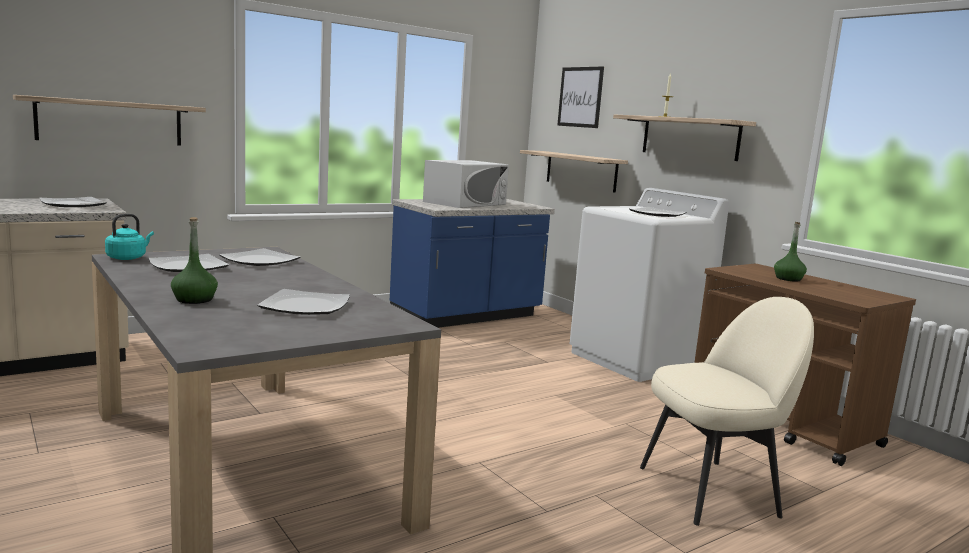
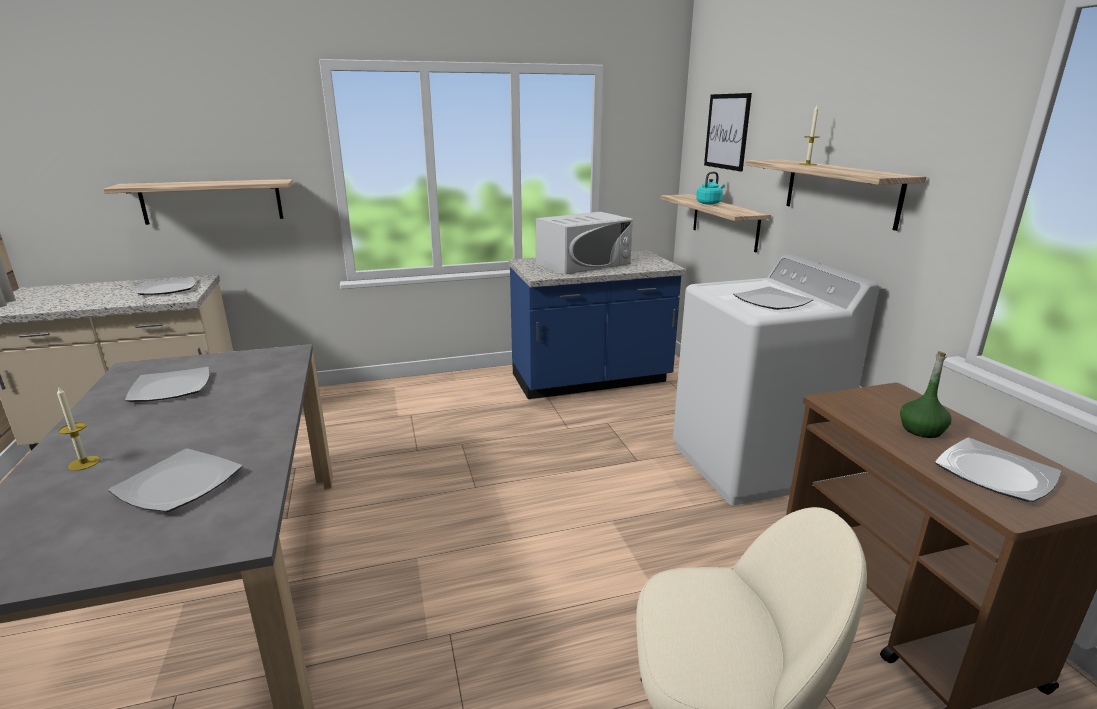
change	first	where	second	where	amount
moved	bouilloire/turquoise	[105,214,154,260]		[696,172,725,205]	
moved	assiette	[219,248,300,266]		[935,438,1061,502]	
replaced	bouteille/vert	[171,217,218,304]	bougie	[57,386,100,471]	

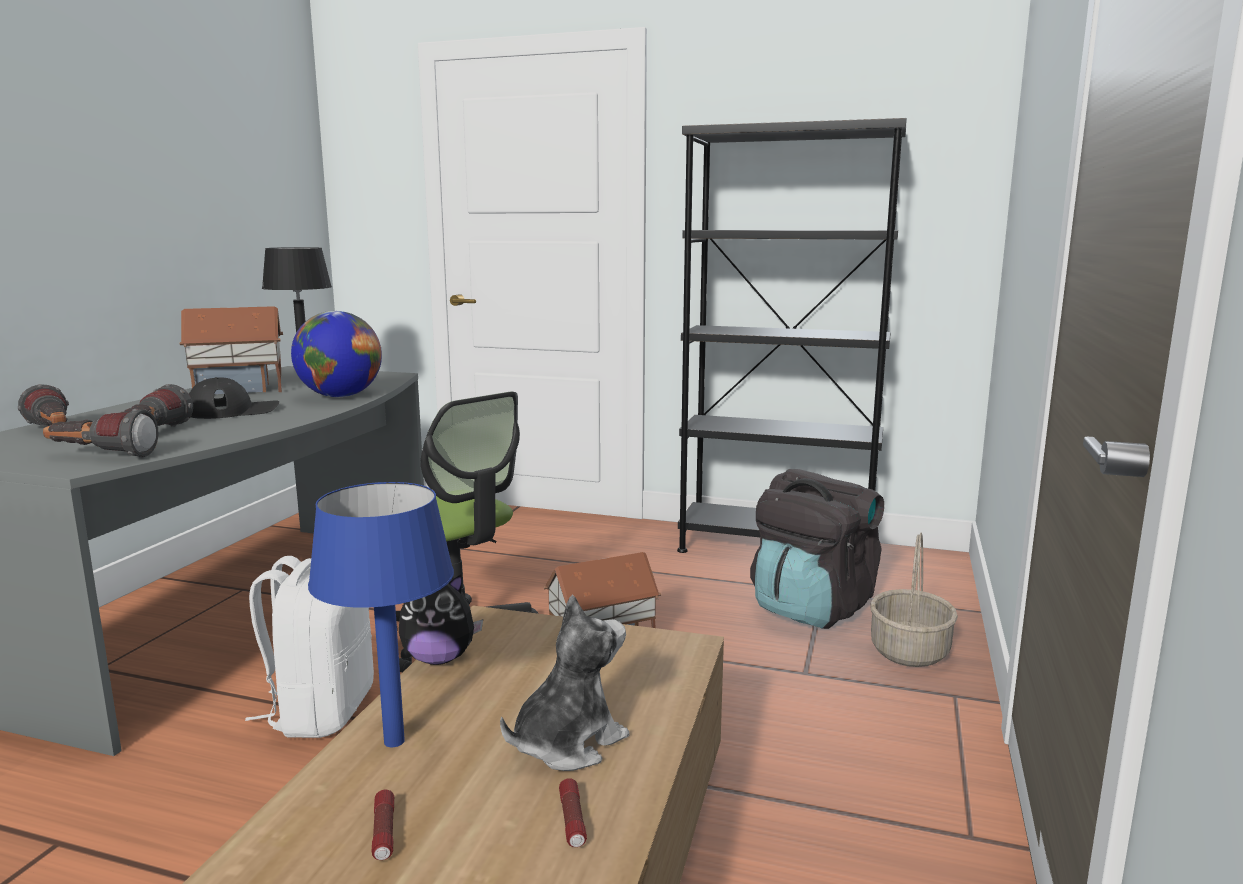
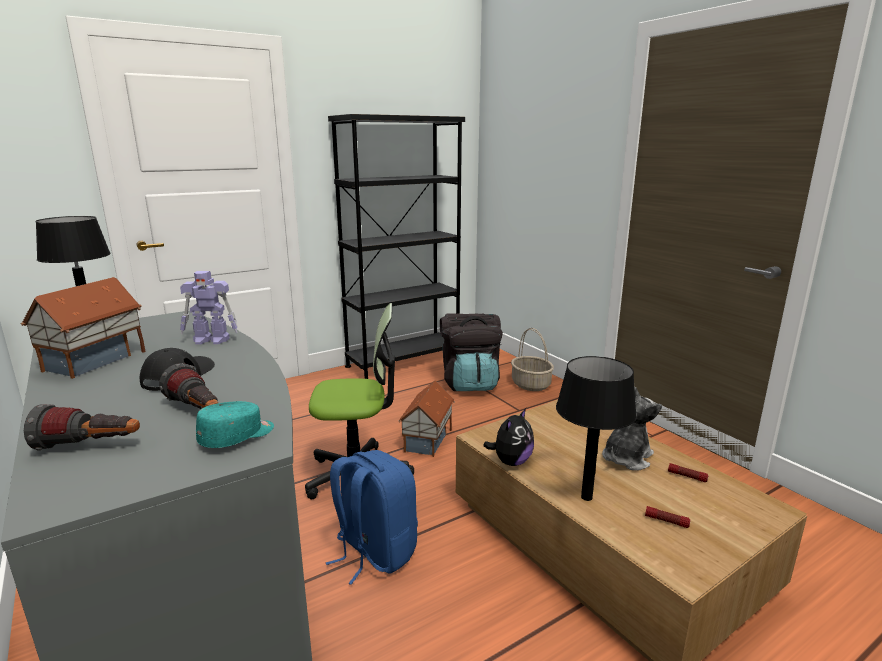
change	first	where	second	where	amount
replaced	lampe de poche	[43,409,158,458]	casquette/turquoise	[196,401,274,448]	
replaced	globe	[291,311,382,397]	robot jouet	[180,271,238,345]	
recoloured	sac à dos/blanc	[245,556,374,738]	sac à dos/bleu	[326,450,418,585]	
recoloured	lampe de table/bleu	[308,482,454,747]	lampe de table/noir	[556,356,637,501]	
turned	peluche	[500,595,629,771]		[602,386,662,471]	45 degrees clockwise

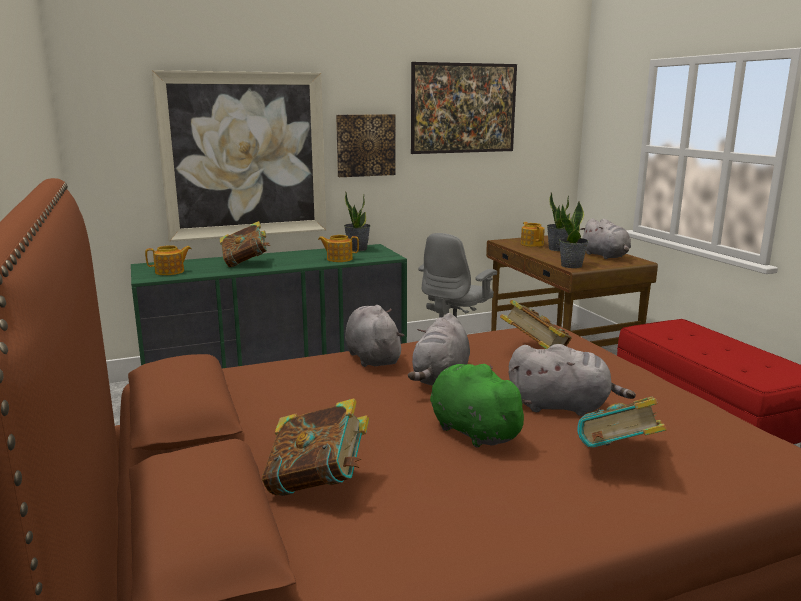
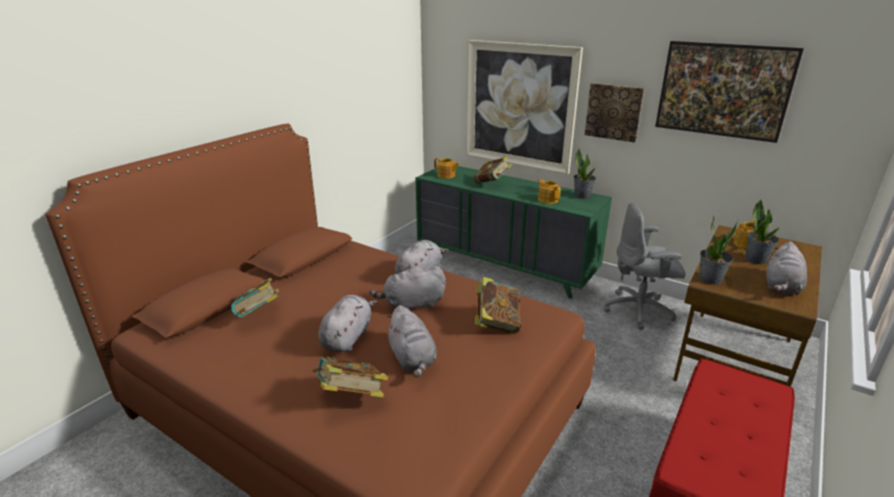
change	first	where	second	where	amount
recoloured	peluche/vert	[430,364,532,448]	peluche/gris	[318,295,377,352]	

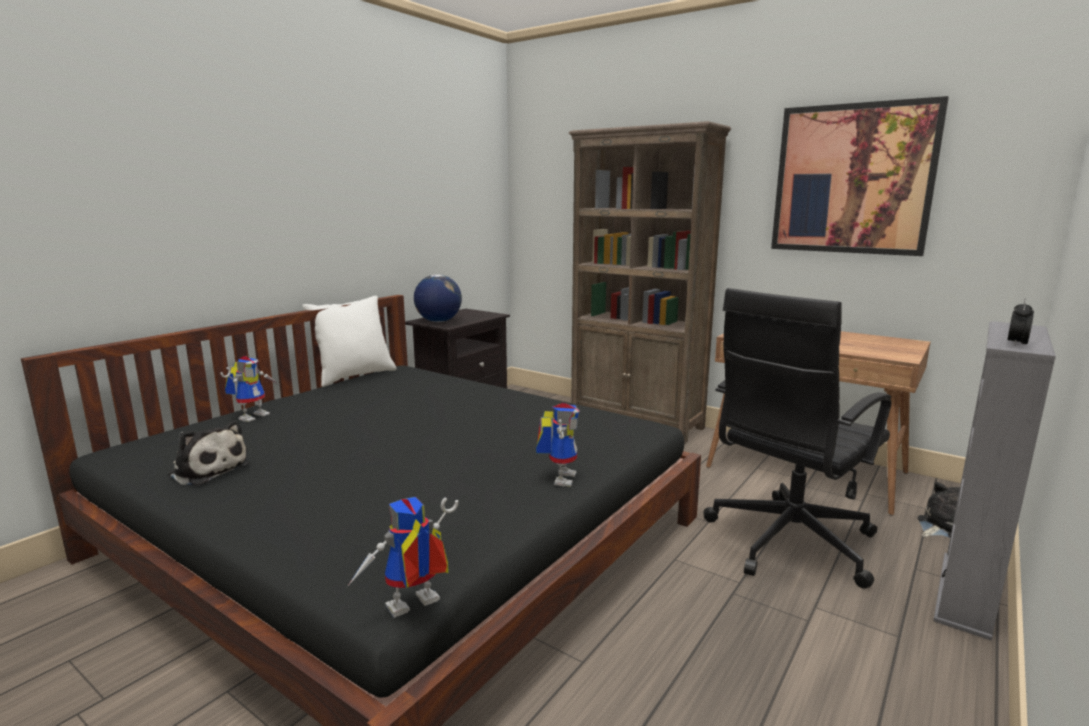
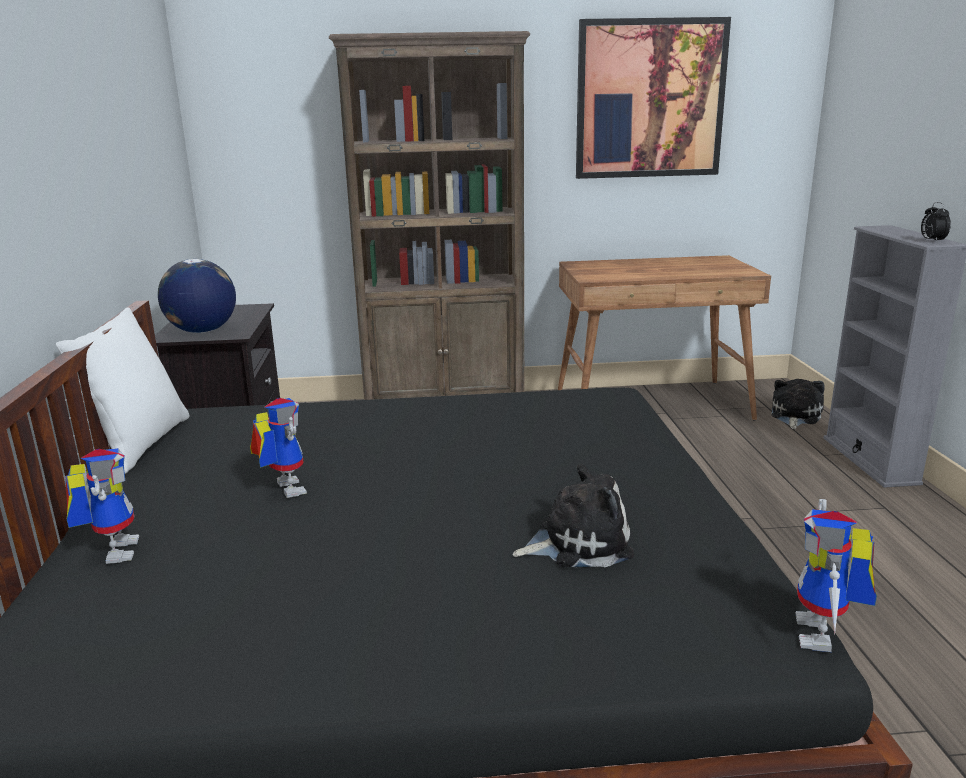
change	first	where	second	where	amount
removed	chaise de bureau/noir	[703,288,892,588]			
moved	peluche	[168,420,250,486]		[512,464,634,567]	
moved	robot jouet	[536,403,580,487]		[250,398,307,498]	

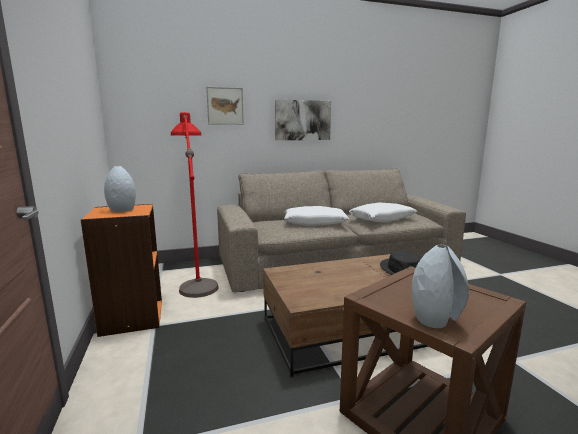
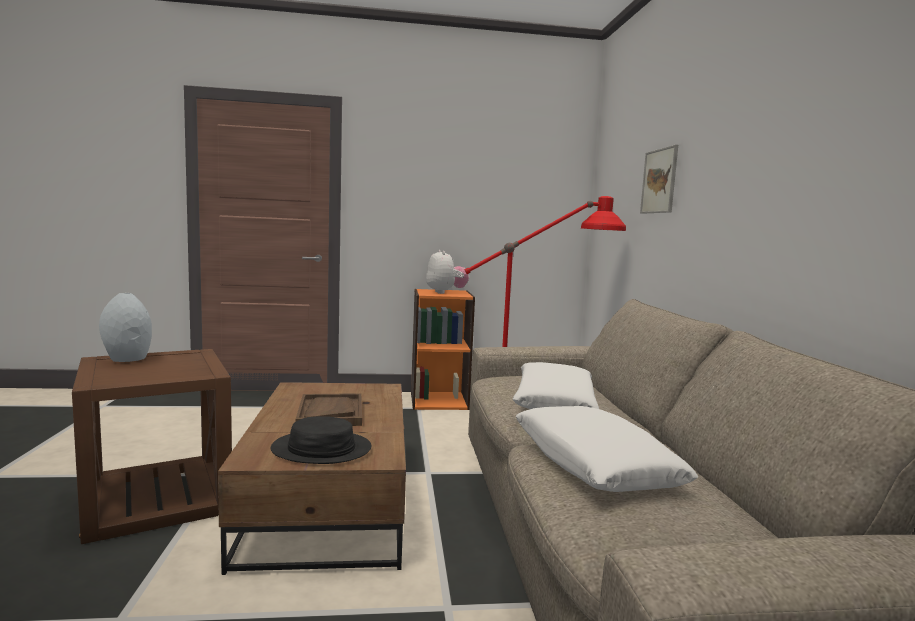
change	first	where	second	where	amount
removed	tableau	[275,99,331,140]			
added			plateau/marron	[295,393,362,426]	
replaced	vase/gris	[104,166,136,212]	peluche	[426,250,469,294]	

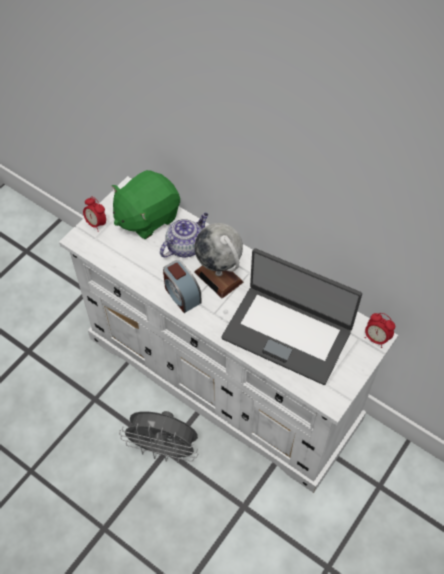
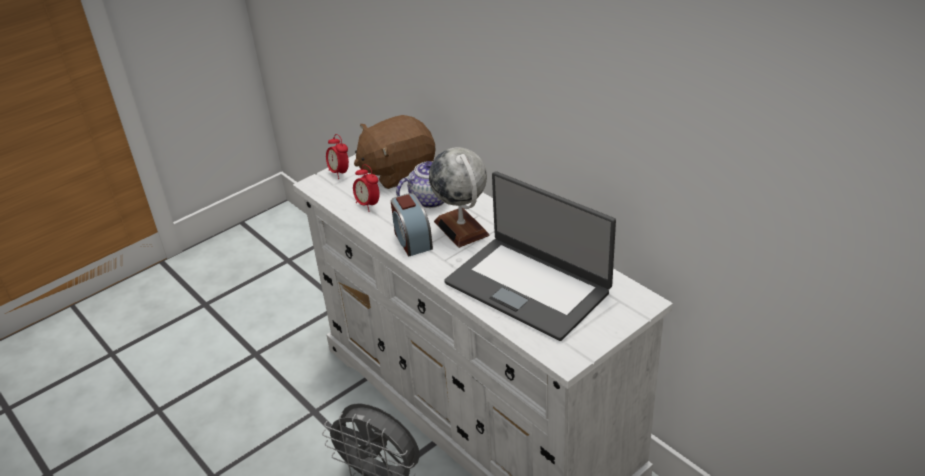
change	first	where	second	where	amount
moved	réveil	[364,313,395,348]		[353,164,380,212]	
recoloured	peluche/vert	[112,170,180,239]	peluche/marron	[354,115,435,189]	

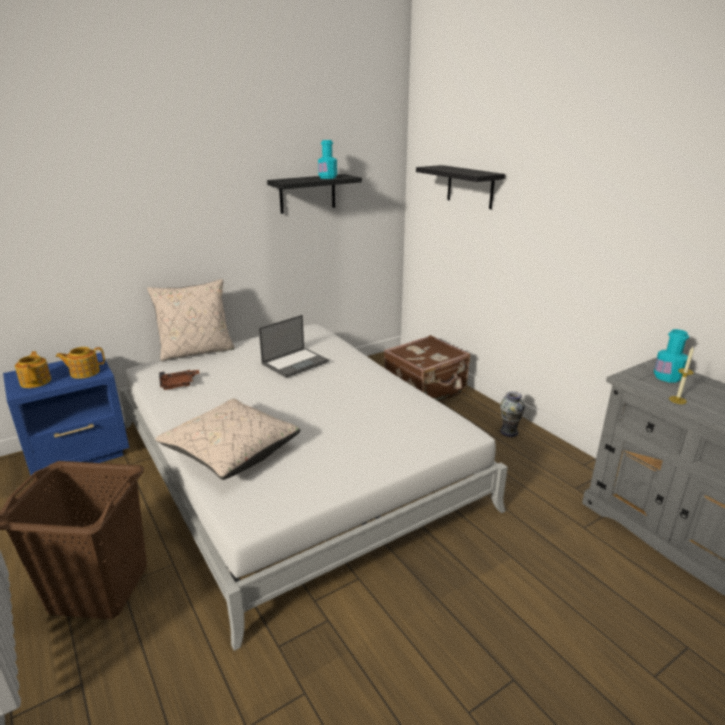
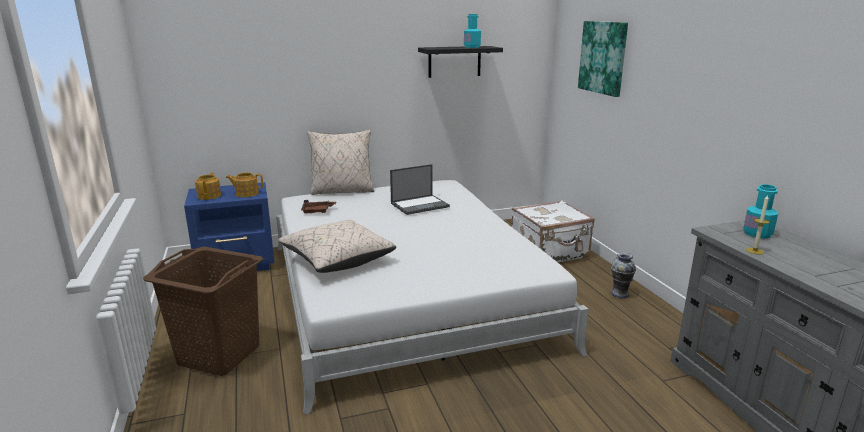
change	first	where	second	where	amount
replaced	étagère/noir	[416,165,505,209]	tableau	[578,21,628,97]	
recoloured	valise/marron	[384,335,470,402]	valise/blanc	[512,201,594,262]	

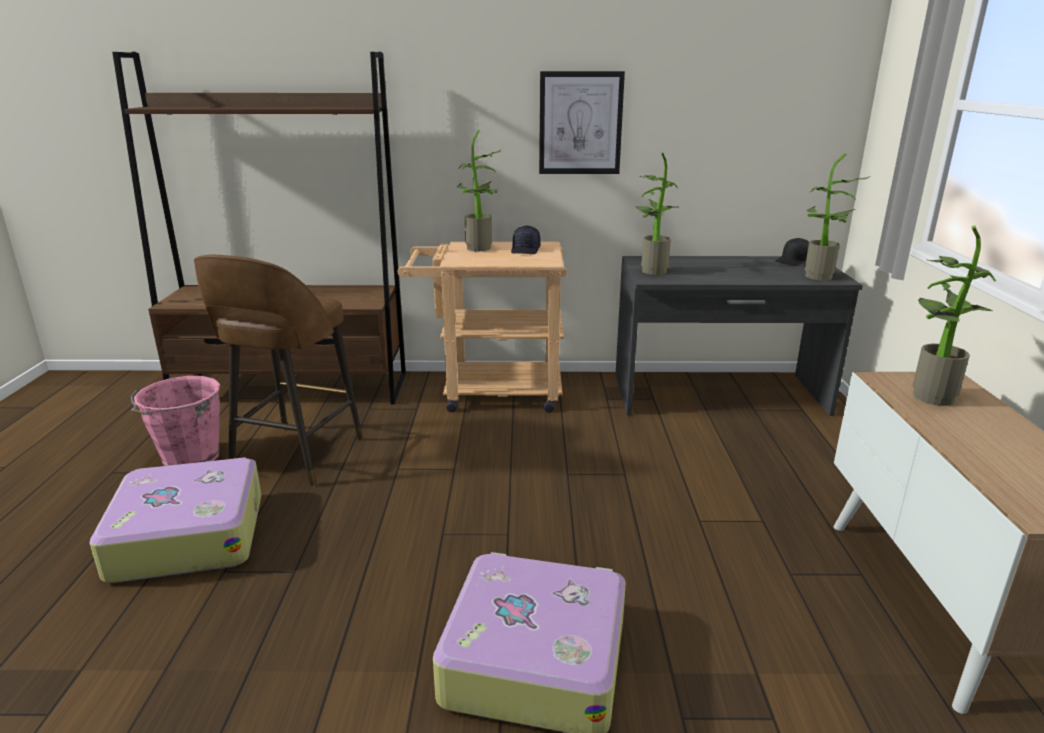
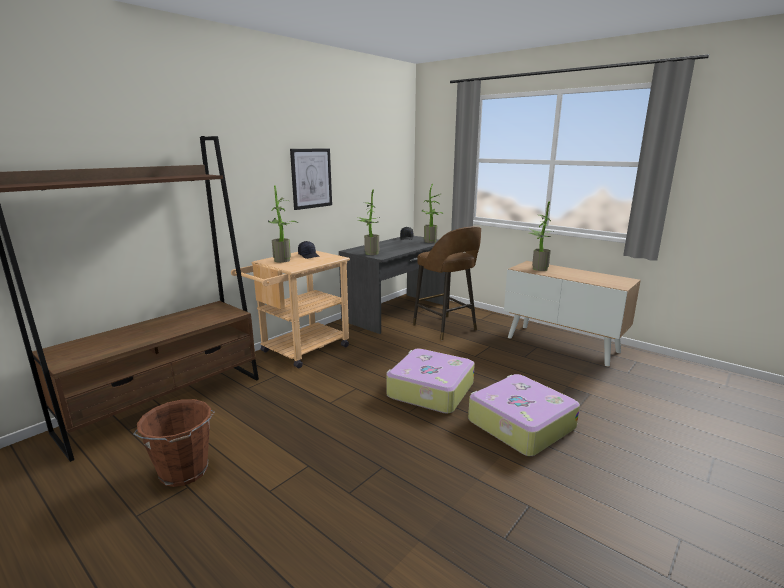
change	first	where	second	where	amount
moved	valise	[90,457,261,583]		[386,348,475,413]	
moved	tabouret/marron	[194,255,363,487]		[413,226,481,340]	
recoloured	seau/rose	[131,376,220,466]	seau/marron	[133,399,215,487]	

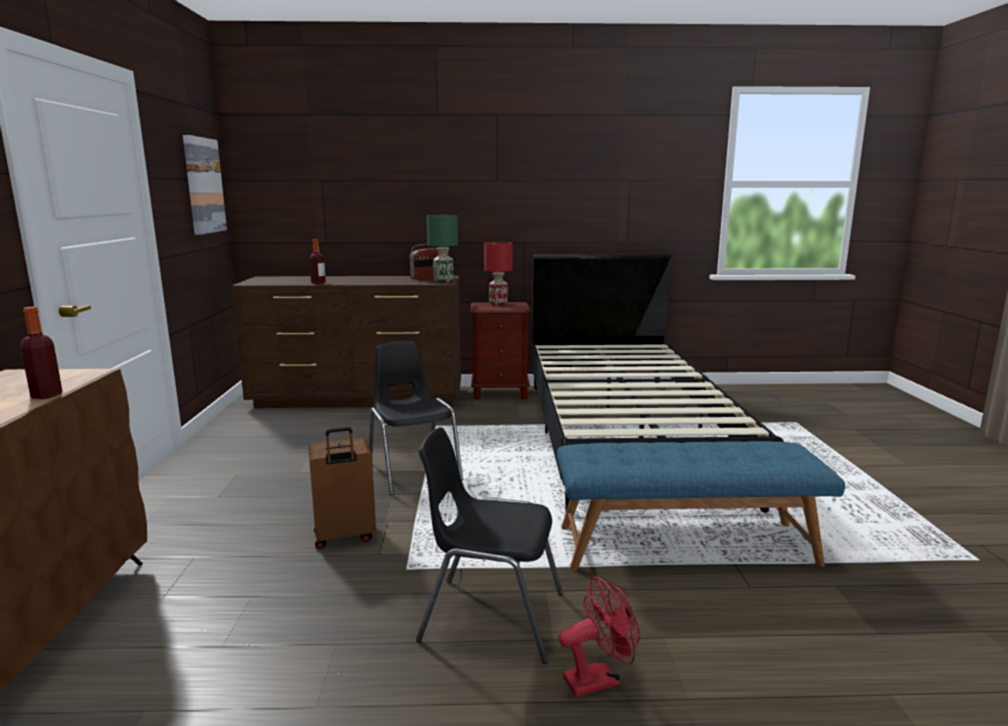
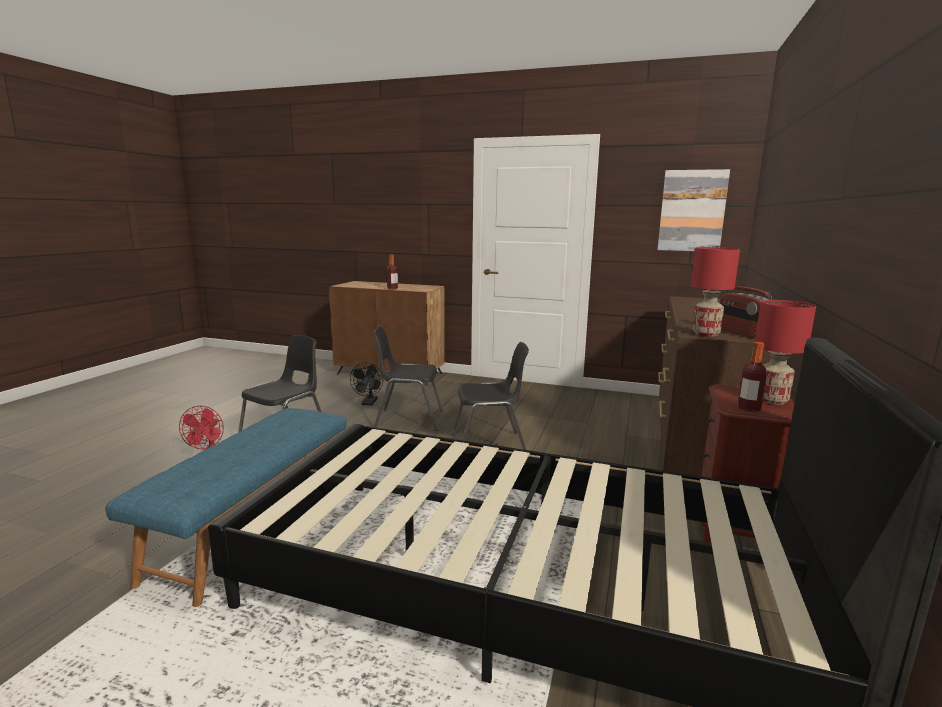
change	first	where	second	where	amount
added			ventilateur/noir	[350,362,383,405]	
moved	bouteille	[309,239,326,284]		[738,342,767,412]	
replaced	valise/marron	[308,427,376,549]	chaise/noir	[373,327,443,431]	
recoloured	lampe de table/vert	[427,215,458,283]	lampe de table/rouge	[691,247,740,337]	

